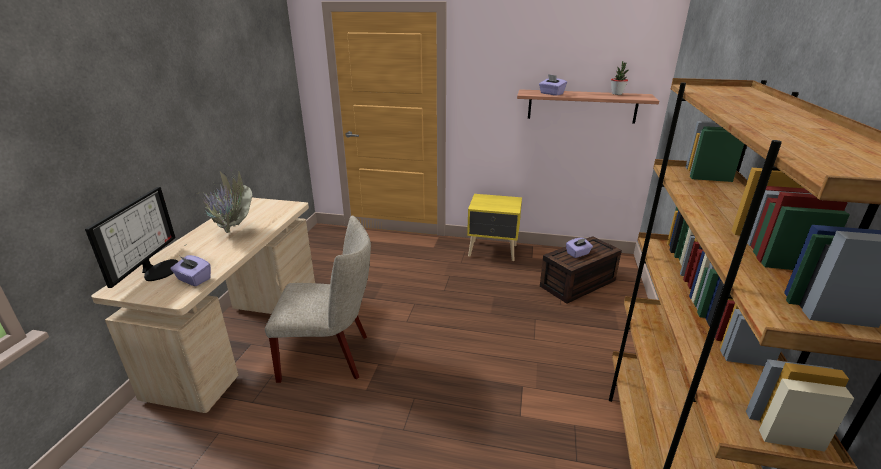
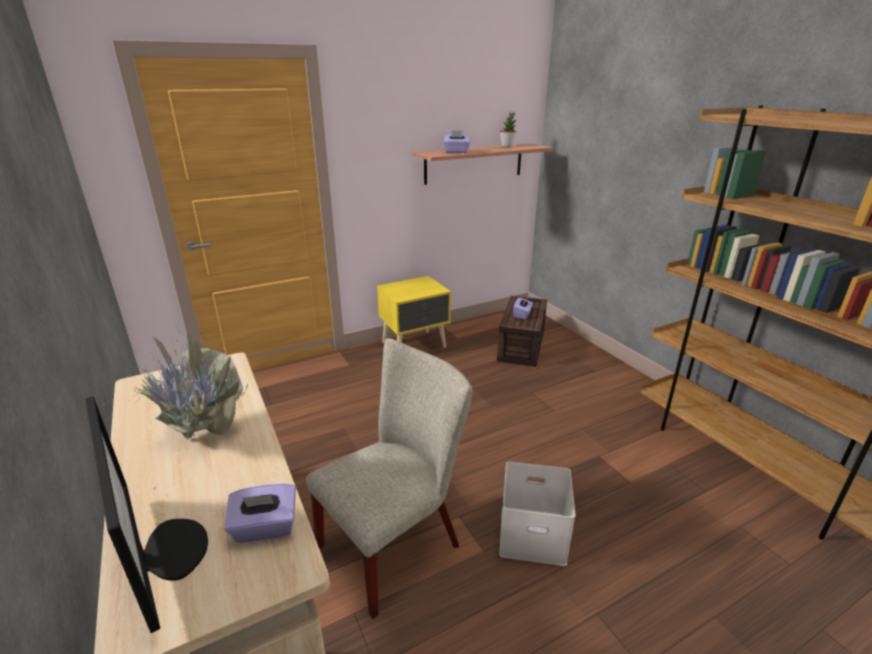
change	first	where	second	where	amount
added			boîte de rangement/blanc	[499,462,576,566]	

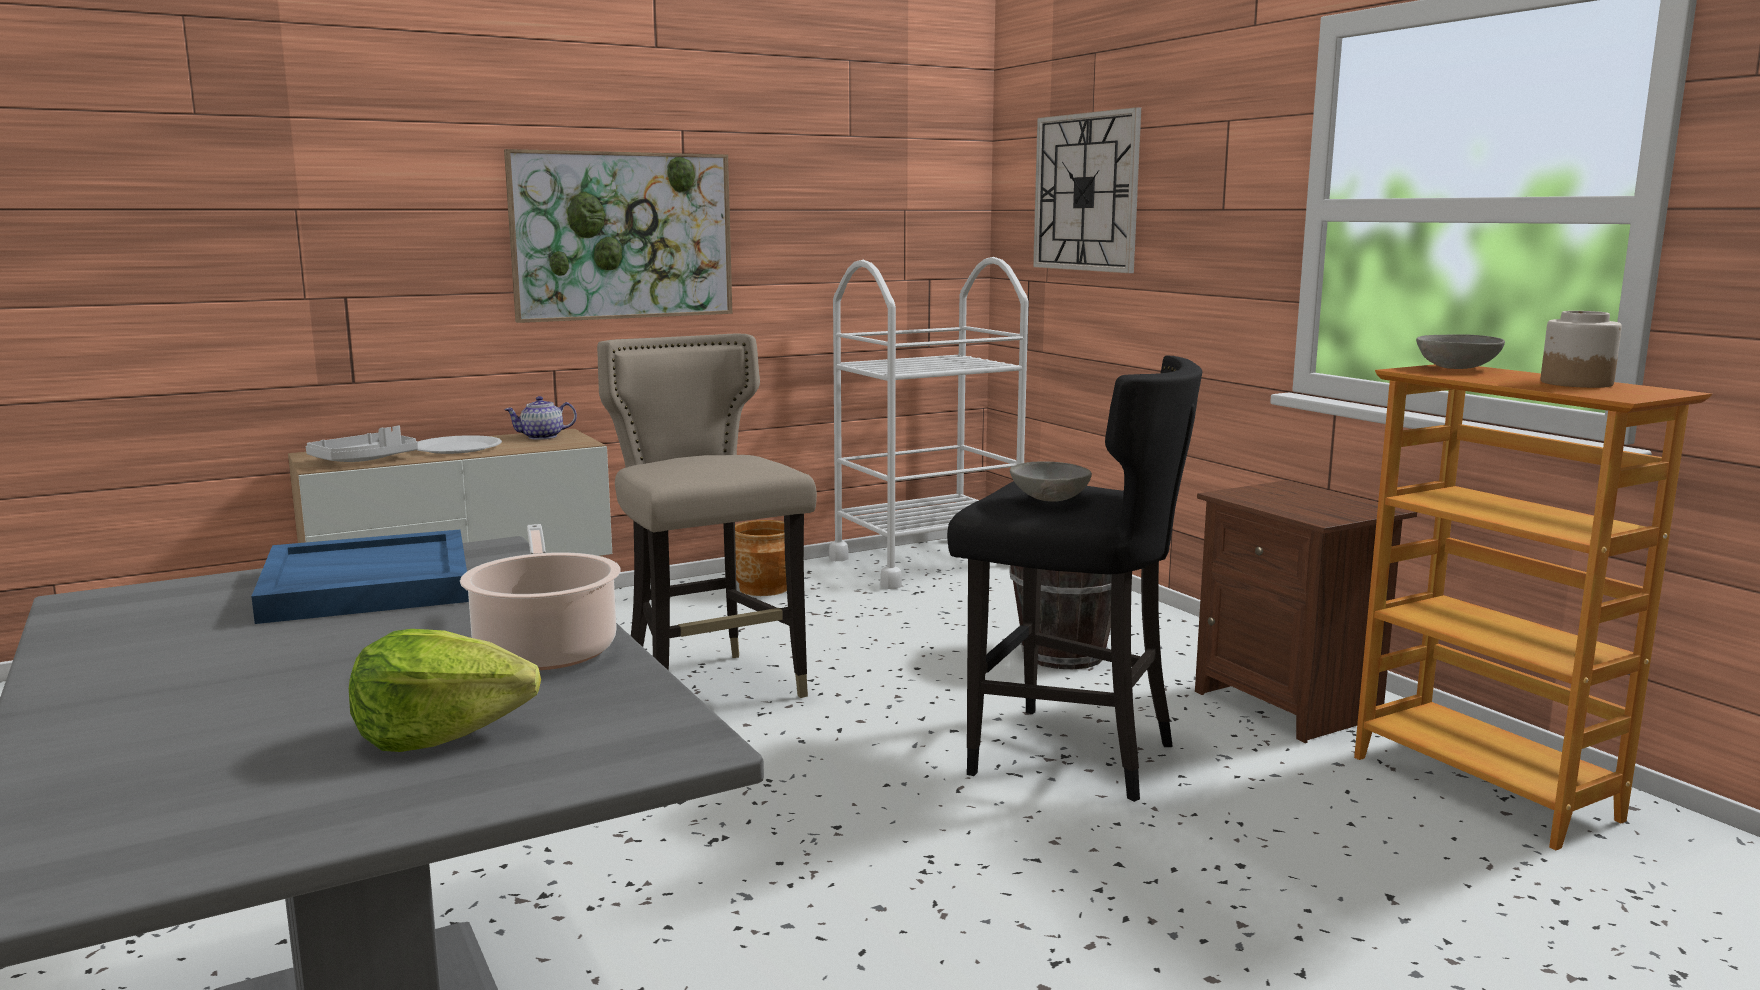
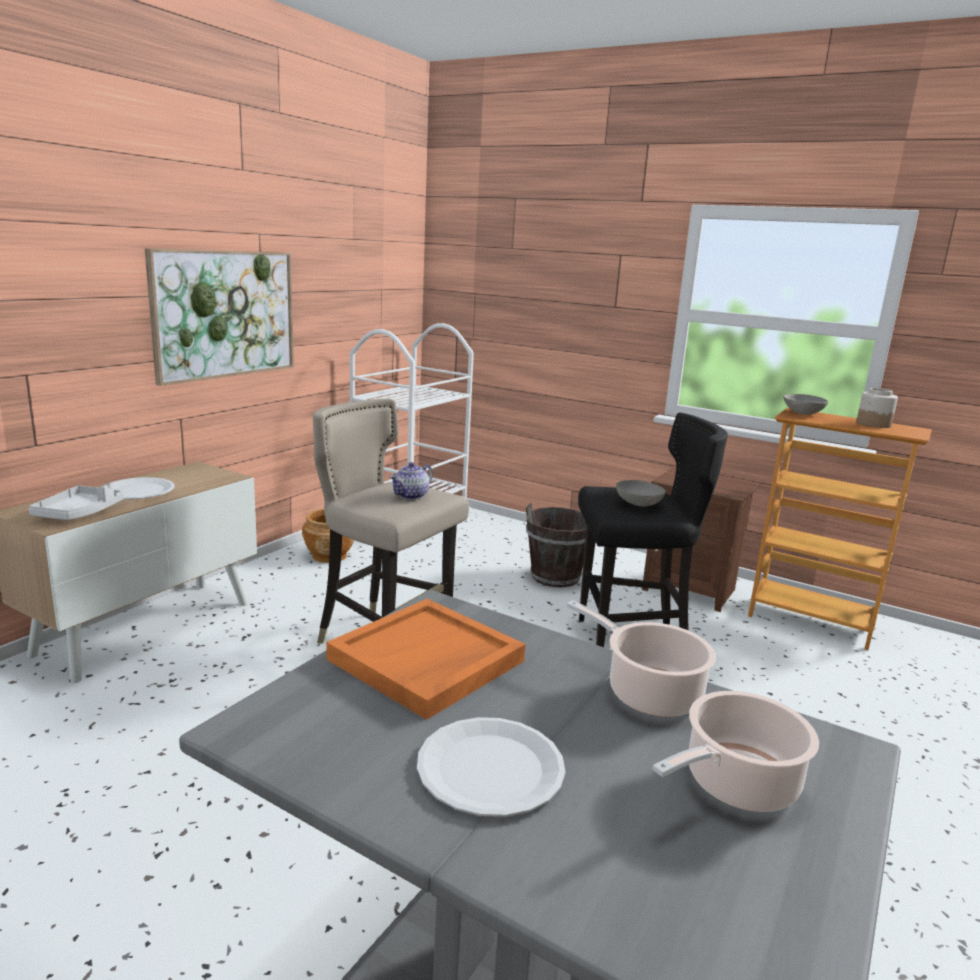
change	first	where	second	where	amount
removed	horloge murale	[1033,107,1141,273]			
added			assiette/blanc	[417,717,565,817]	
moved	théière	[504,396,577,440]		[390,462,433,500]	
replaced	laitue	[349,629,541,752]	marmite	[653,691,819,812]	
recoloured	plateau/bleu	[251,530,469,624]	plateau/orange	[326,599,526,720]	

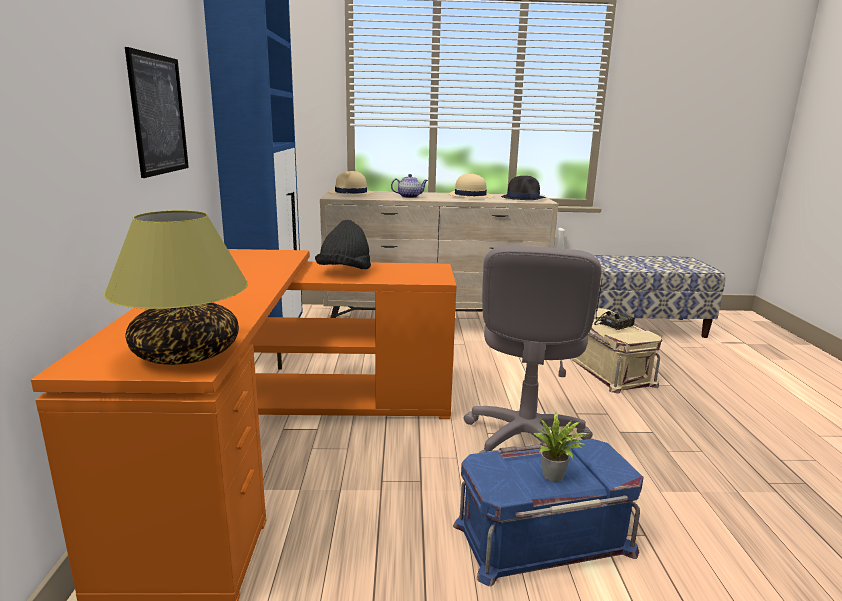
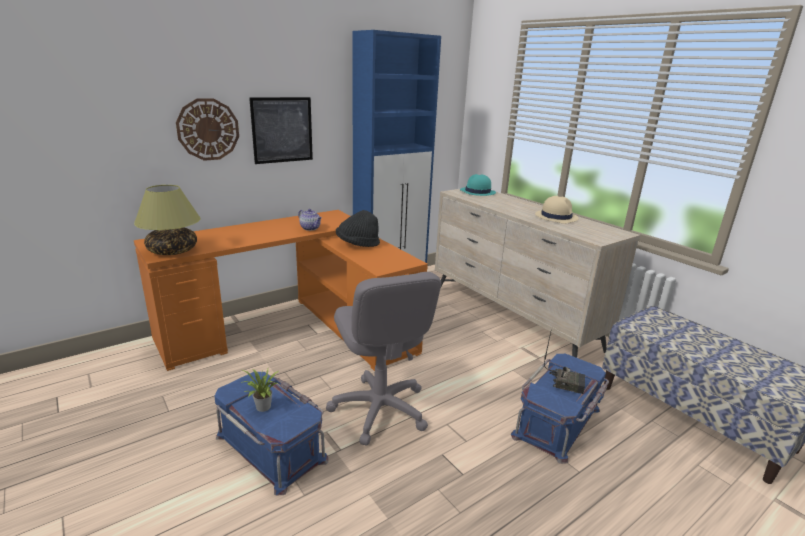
change	first	where	second	where	amount
removed	chapeau/noir	[502,176,546,200]			
added			horloge murale	[176,98,239,161]	
moved	théière	[391,174,428,198]		[298,209,322,231]	
recoloured	chapeau/beige	[329,171,373,195]	chapeau/turquoise	[460,174,496,196]	
recoloured	boîte de rangement/beige	[571,308,663,394]	boîte de rangement/bleu	[511,354,609,464]	
turned	chaise de bureau/gris	[464,245,601,453]		[326,272,441,446]	90 degrees counterclockwise

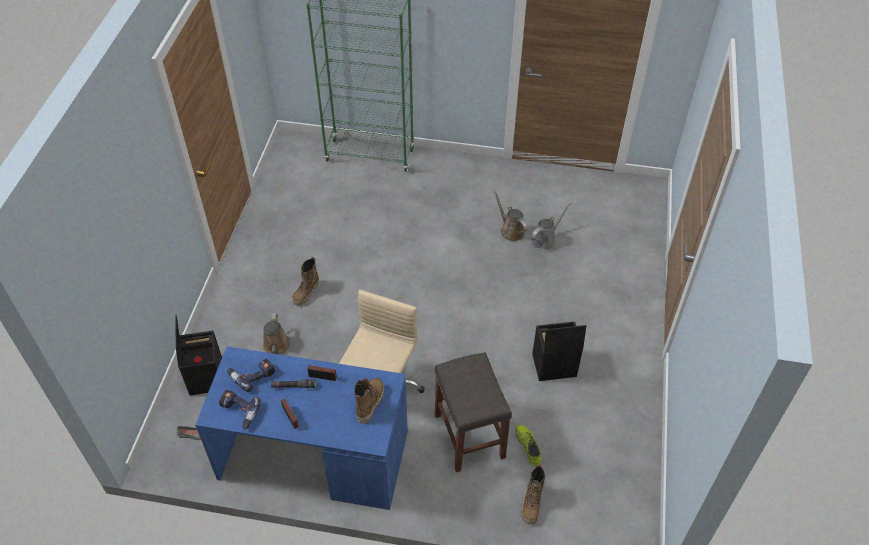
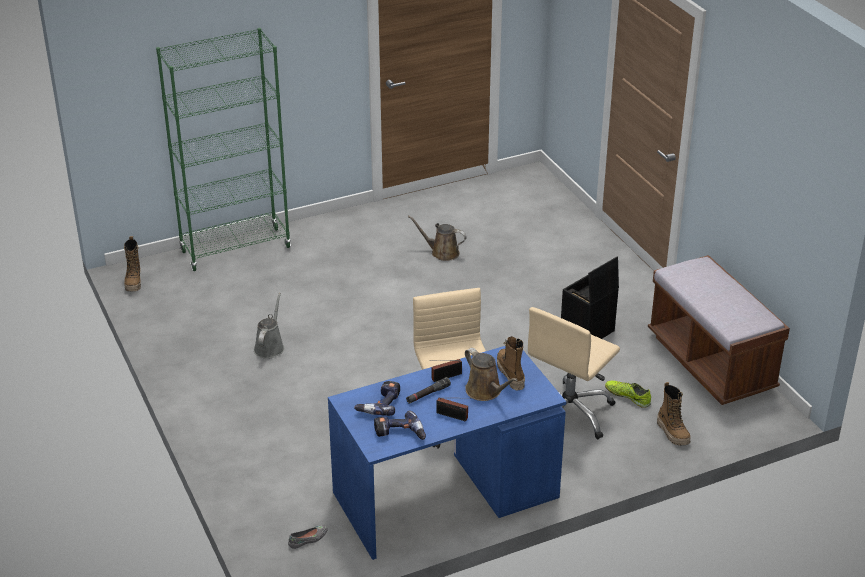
change	first	where	second	where	amount
removed	boîte de rangement/noir	[175,315,222,396]			
added			banc/marron	[648,255,790,405]	
moved	arrosoir/marron	[263,313,290,355]		[465,348,518,401]	
moved	botte	[292,257,319,305]		[124,236,141,291]	
moved	arrosoir/gris	[531,202,571,250]		[254,293,285,359]	
replaced	tabouret/gris	[434,352,512,472]	chaise de bureau/beige	[528,307,620,439]	

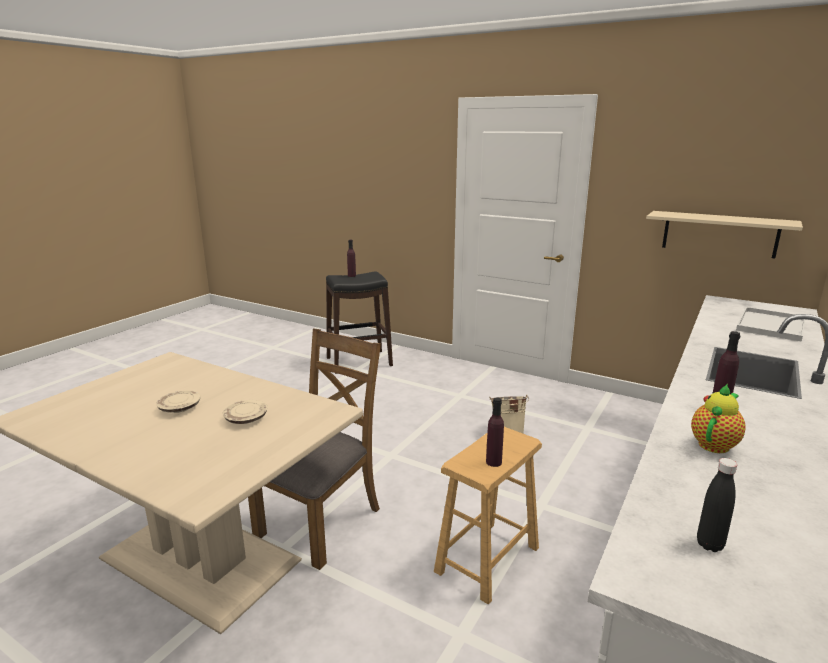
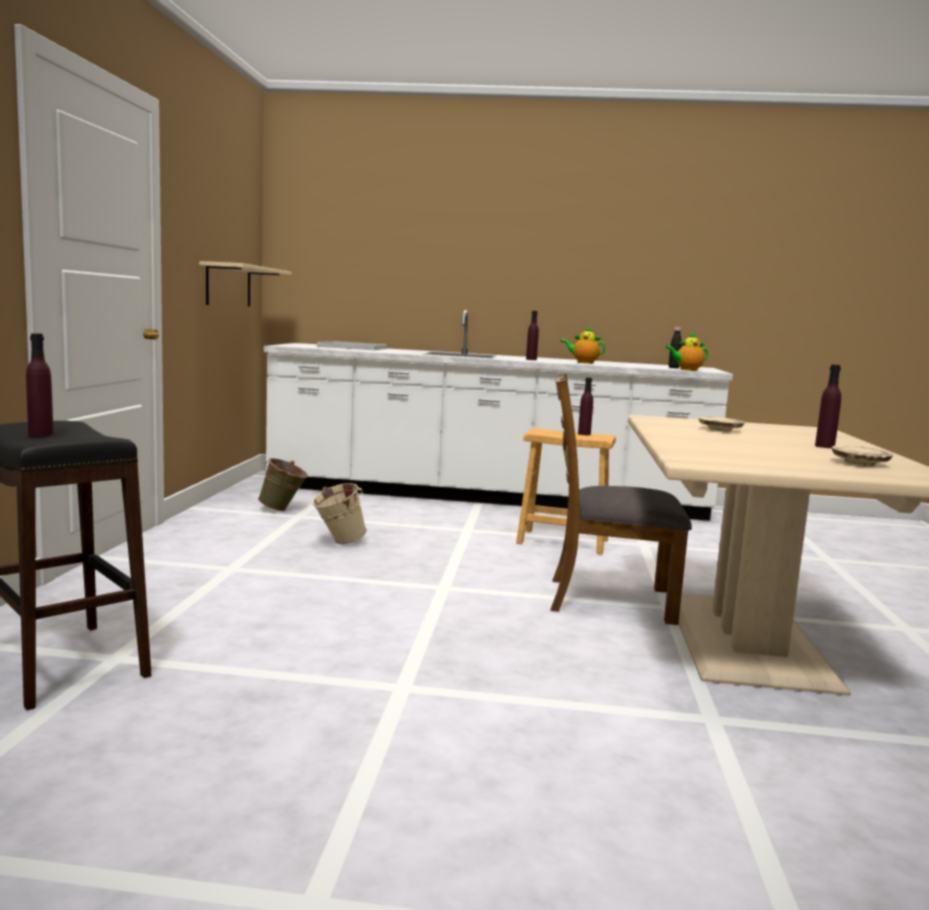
change	first	where	second	where	amount
added			seau/vert	[258,458,308,511]	
added			théière	[665,332,708,371]	
added			bouteille/violet	[815,364,841,448]	
moved	assiette/beige	[156,390,201,413]		[832,445,893,466]	

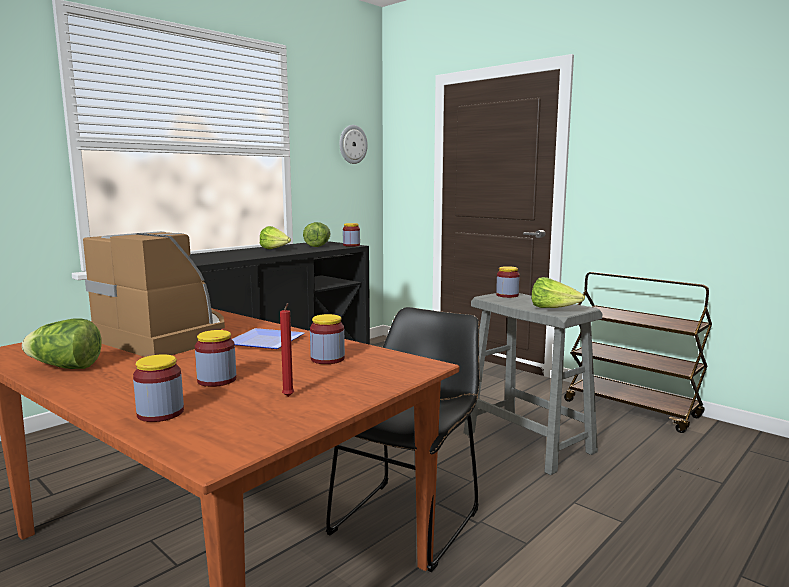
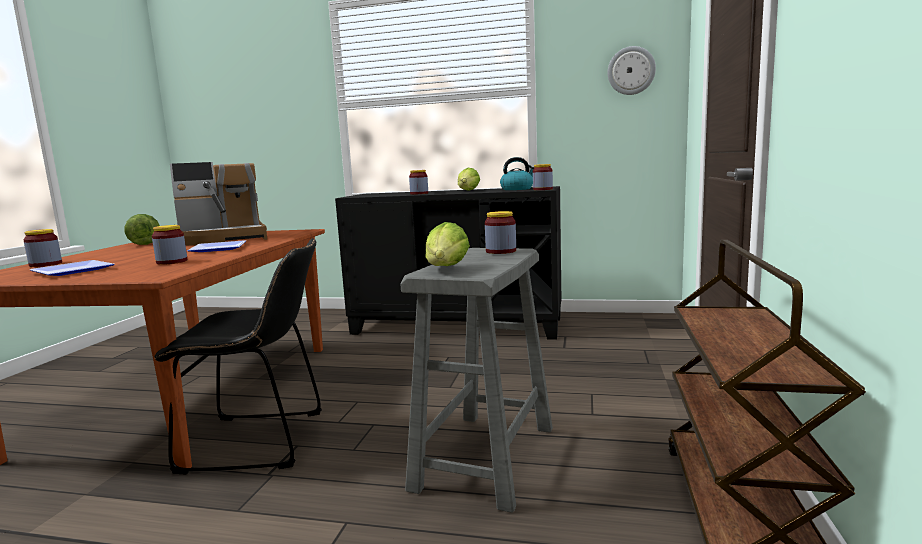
change	first	where	second	where	amount
moved	bocal	[195,330,236,387]		[409,170,428,195]	
replaced	bougie/rouge	[280,303,294,397]	assiette	[30,260,115,276]	
replaced	laitue	[303,222,330,247]	bouilloire	[500,157,534,190]	
turned	machine à café	[83,231,225,357]		[170,162,267,245]	60 degrees clockwise

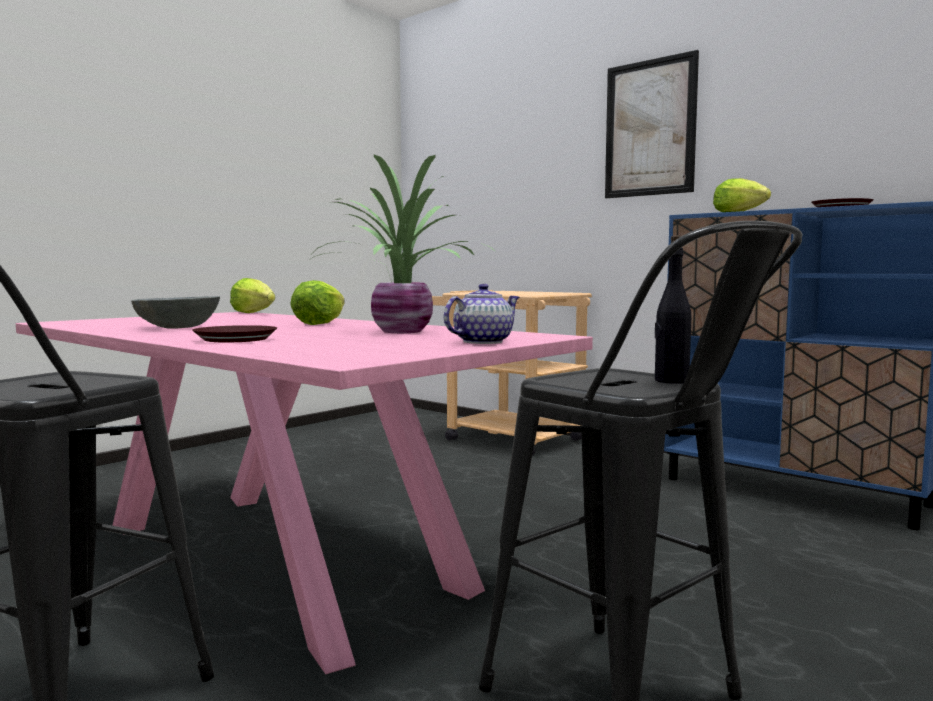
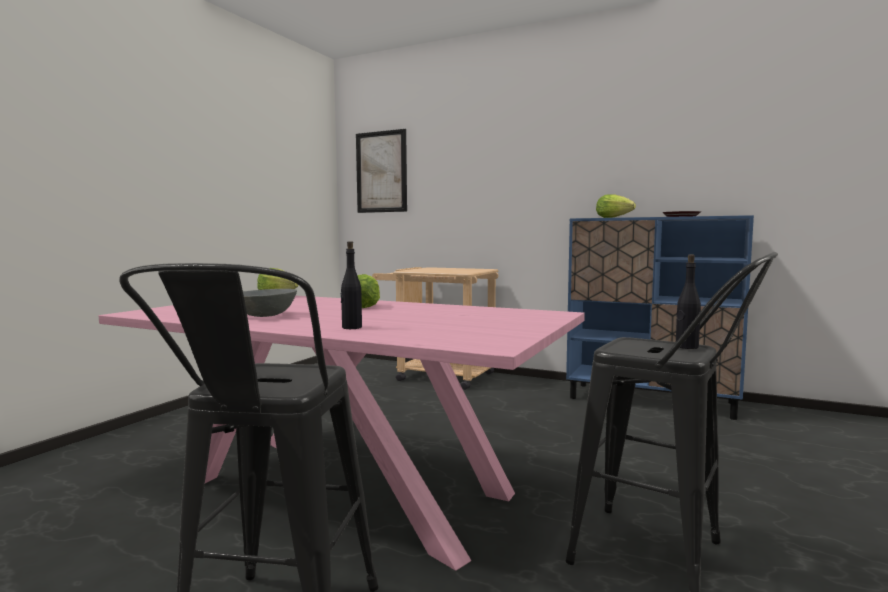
change	first	where	second	where	amount
removed	plante en pot	[309,154,498,333]			
removed	théière	[444,284,520,344]			
moved	tableau	[605,50,699,198]		[356,129,407,213]	
replaced	assiette/marron	[192,325,277,342]	bouteille/noir	[340,241,362,329]	

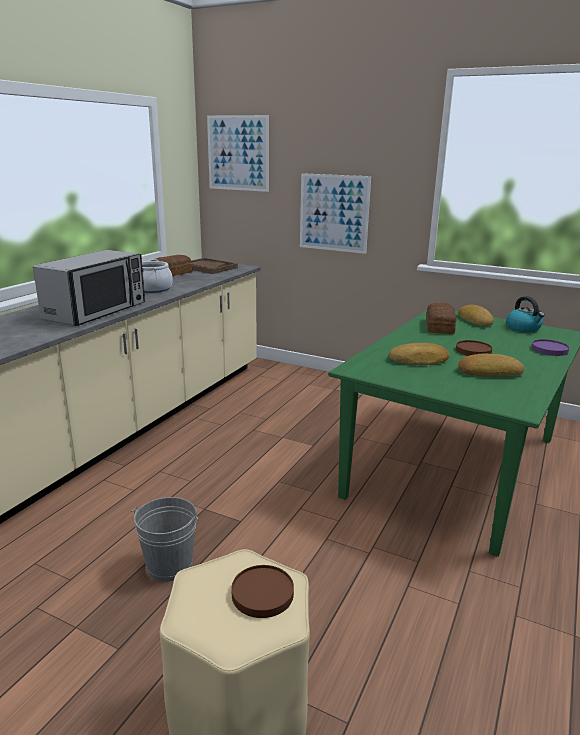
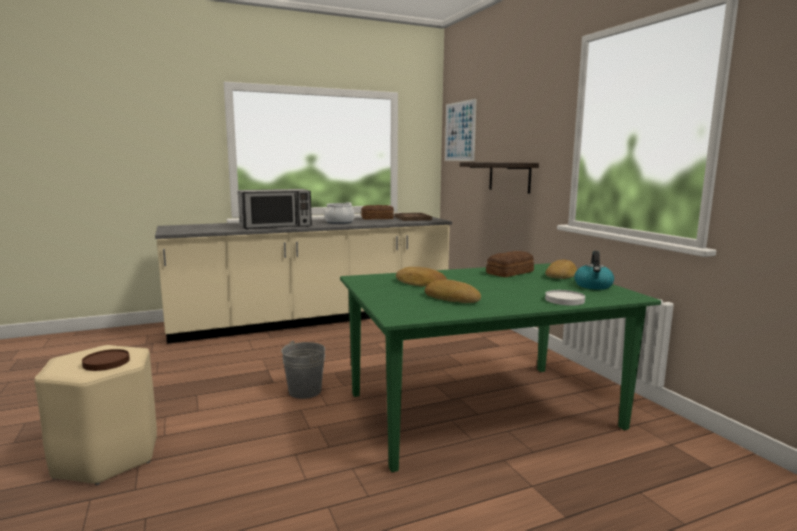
change	first	where	second	where	amount
removed	assiette/marron	[456,340,493,356]			
moved	seau/gris	[131,497,198,582]		[281,341,325,399]	
replaced	tableau	[300,173,371,254]	étagère	[460,162,539,194]	
recoloured	assiette/violet	[531,339,569,356]	assiette/blanc	[545,290,585,306]	

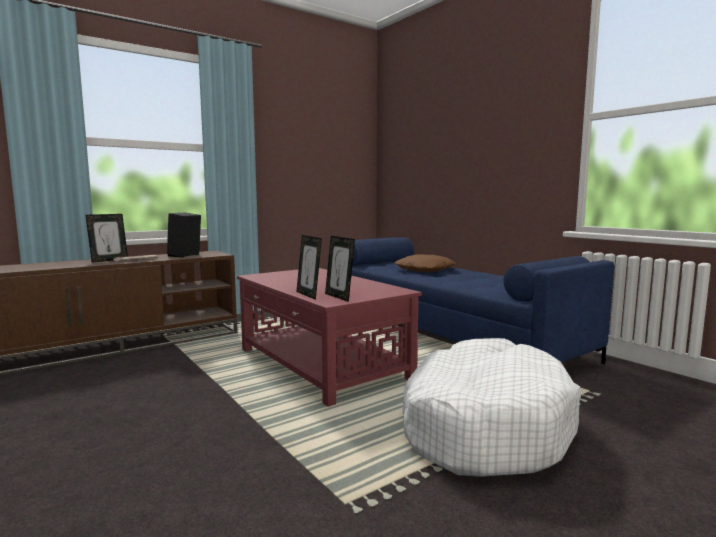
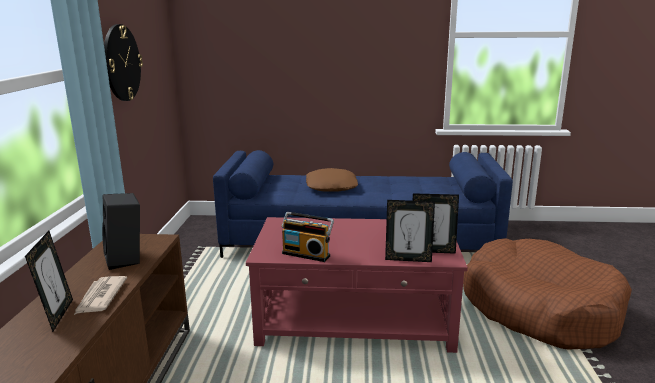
change	first	where	second	where	amount
added			horloge murale	[104,24,143,101]	
added			radio	[281,212,334,262]	
recoloured	panier pour chien/blanc	[402,338,582,477]	panier pour chien/marron	[463,238,632,349]	

